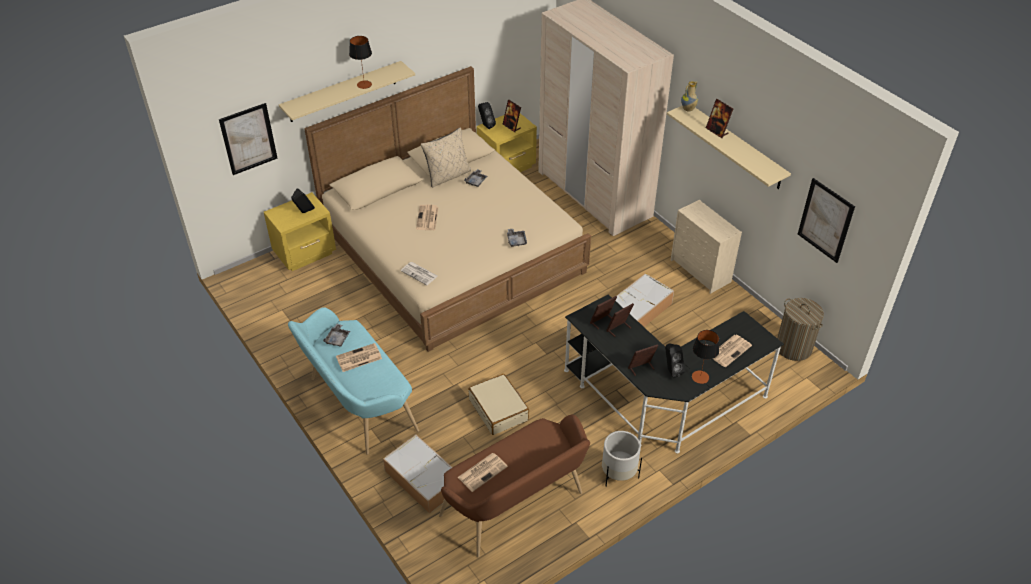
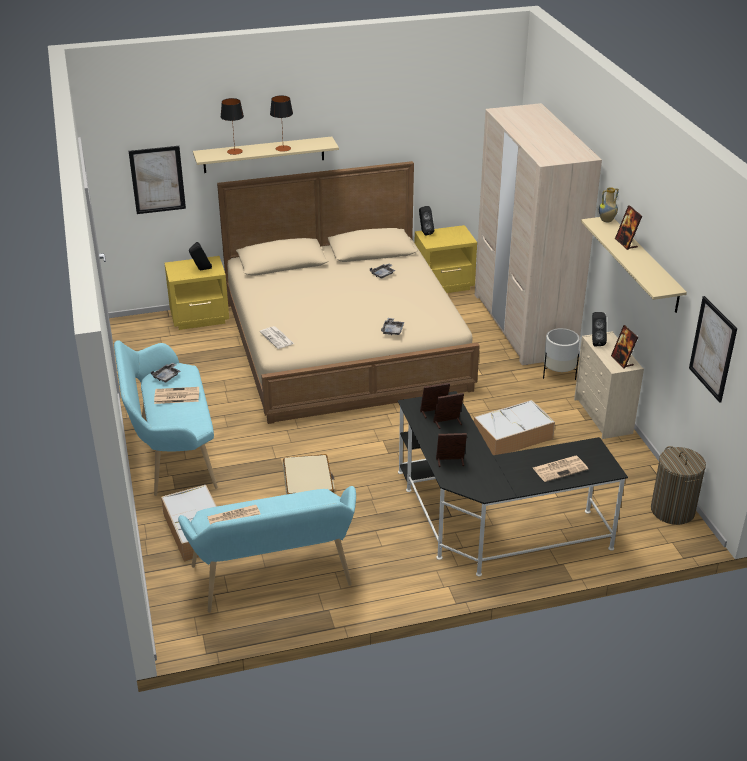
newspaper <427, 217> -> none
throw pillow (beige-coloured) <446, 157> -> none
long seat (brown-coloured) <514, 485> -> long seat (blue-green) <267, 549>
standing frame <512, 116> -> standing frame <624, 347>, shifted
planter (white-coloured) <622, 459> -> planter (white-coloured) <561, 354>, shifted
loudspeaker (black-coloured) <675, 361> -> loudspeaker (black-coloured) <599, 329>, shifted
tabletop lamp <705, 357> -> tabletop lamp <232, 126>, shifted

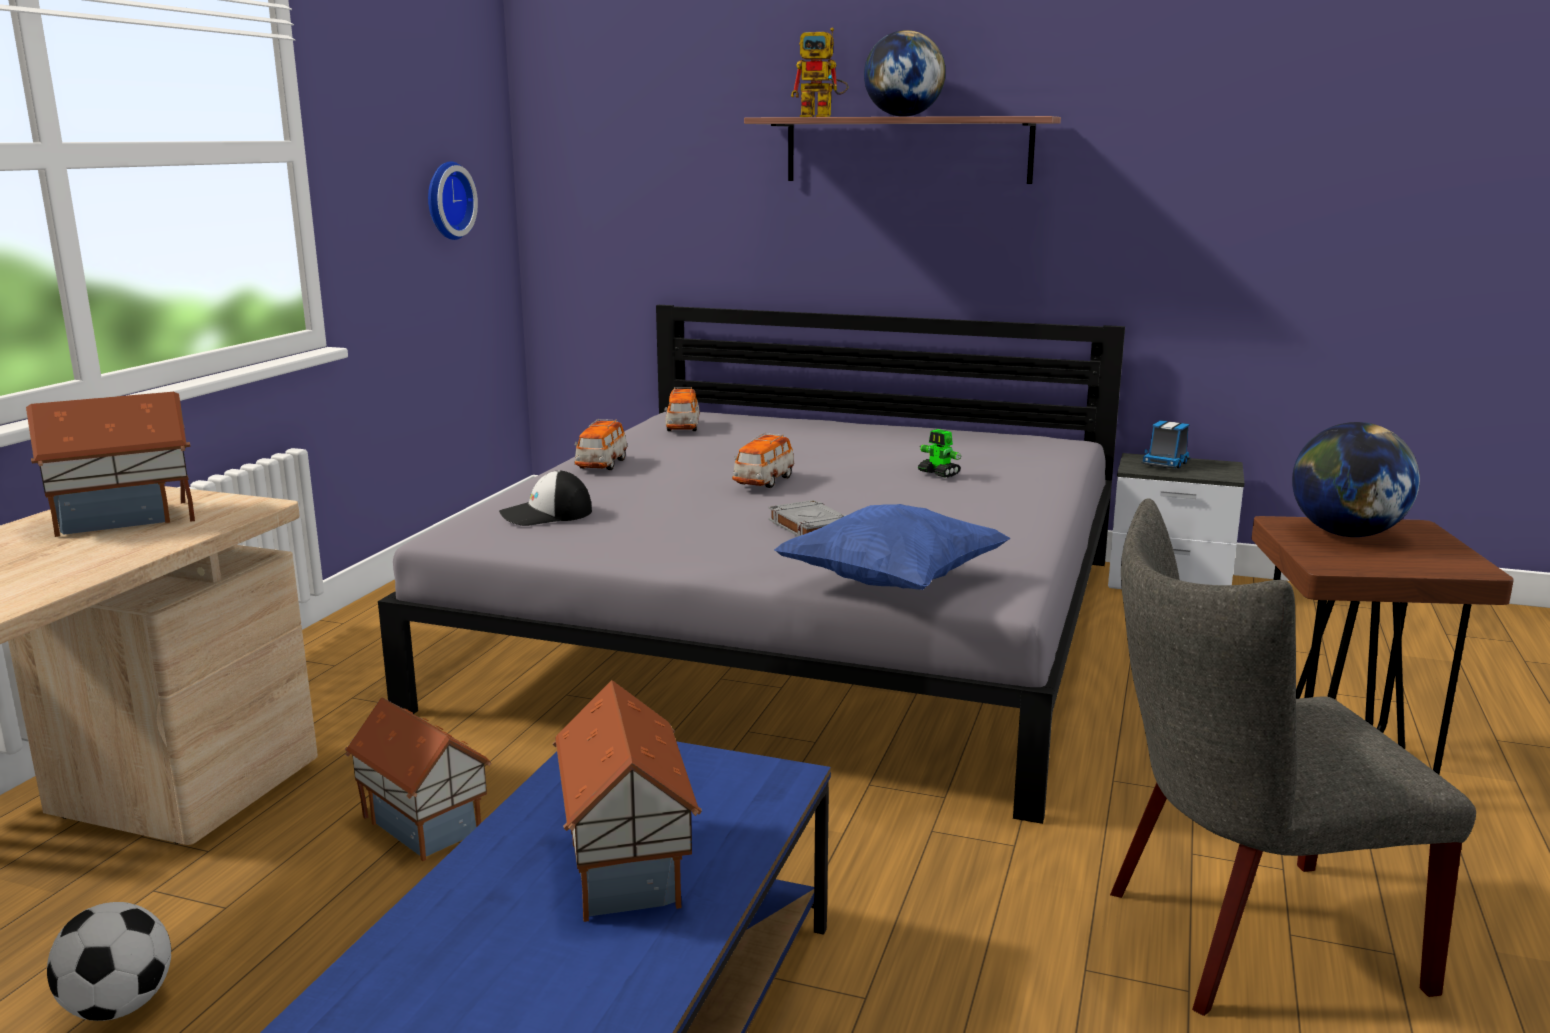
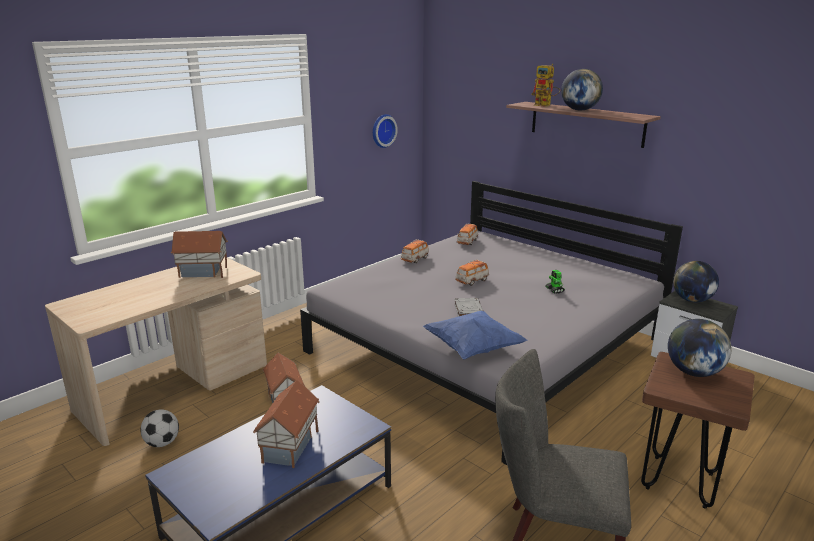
peaked cap <545, 498> -> none
toy truck <1166, 444> -> desk globe <696, 281>

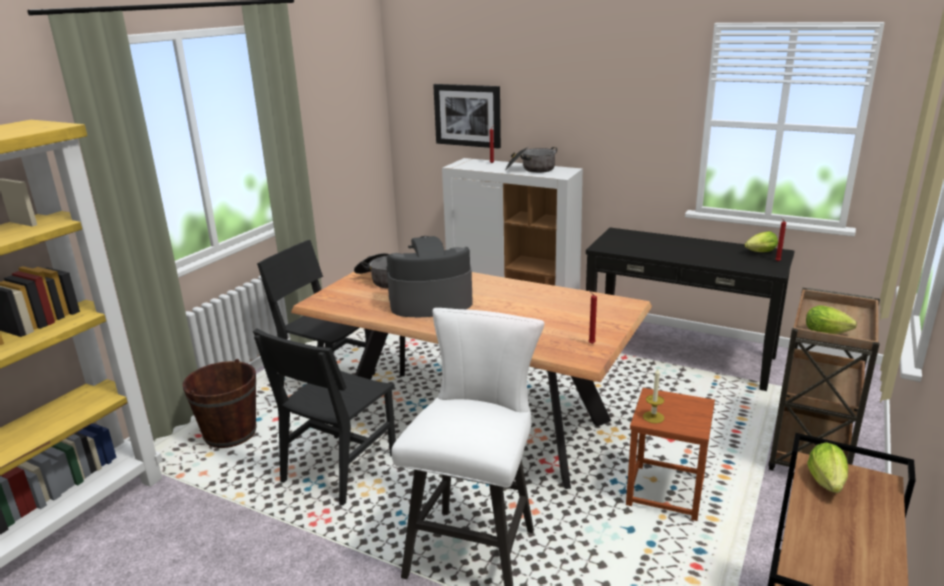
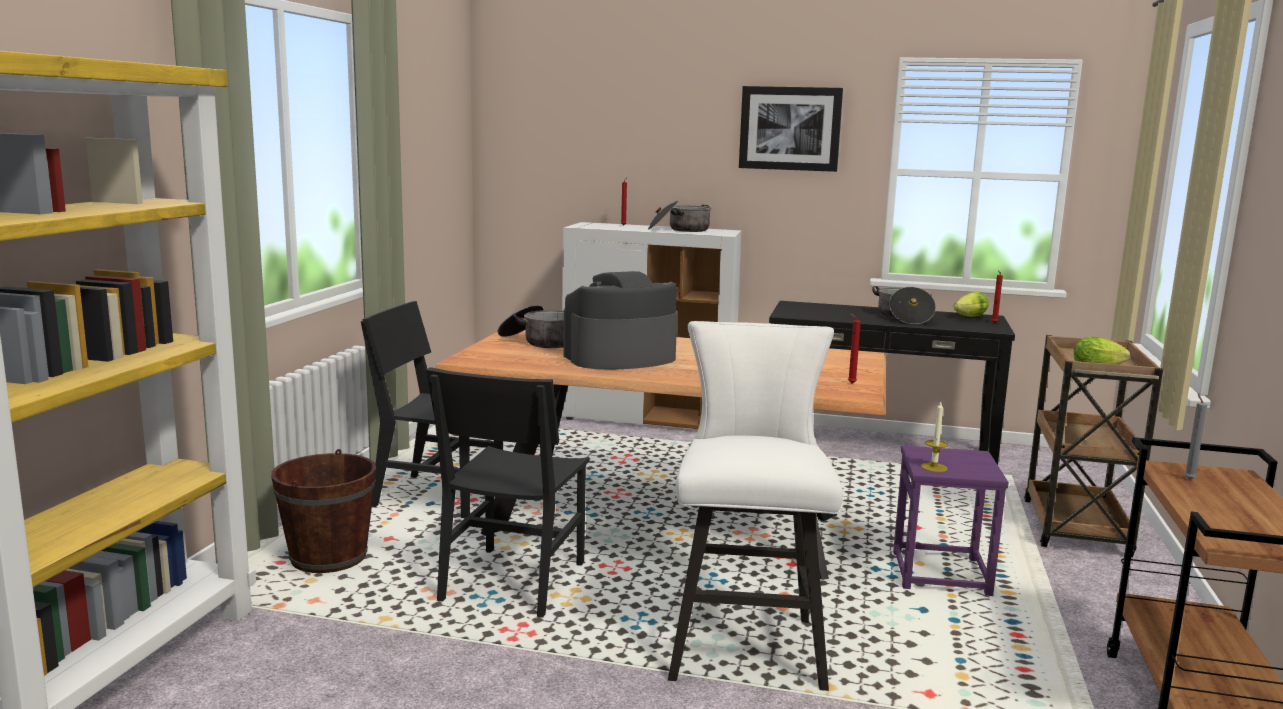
wall picture <467, 116> -> wall picture <791, 129>, shifted
stool seat (brown-coloured) <670, 454> -> stool seat (purple-coloured) <951, 520>
lettuce head <827, 467> -> wax candle (gray) <1195, 436>
none -> cooking pot <904, 305>

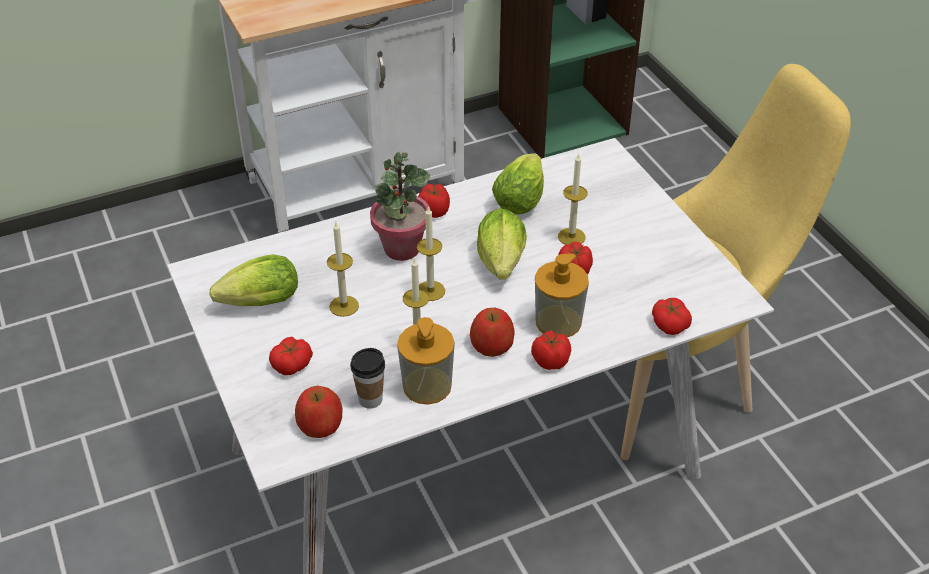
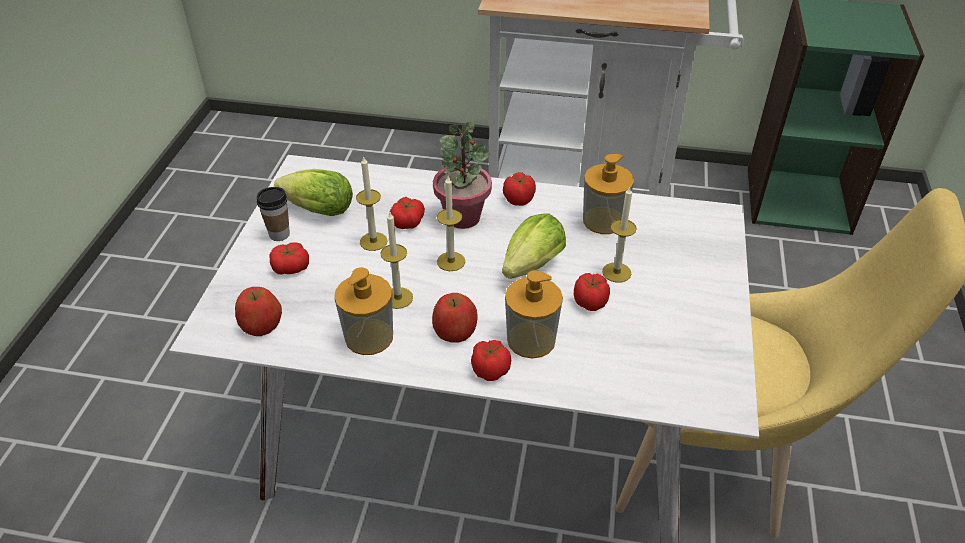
drinking cup <367, 378> -> drinking cup <273, 214>, shifted
lettuce head <518, 183> -> soap dispenser <608, 194>
whole tomato <672, 316> -> whole tomato <407, 213>, shifted

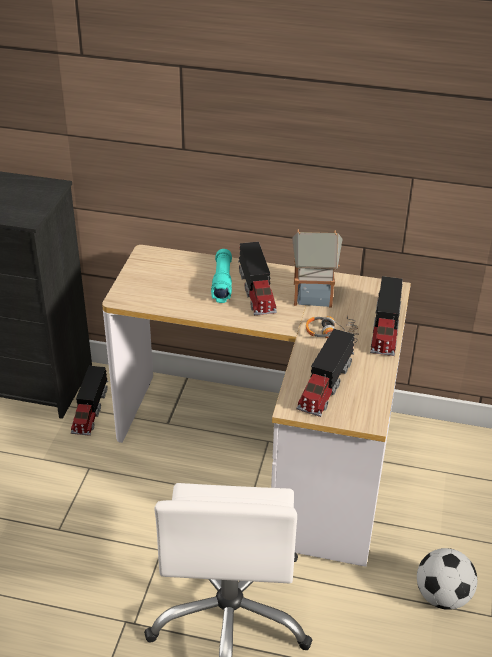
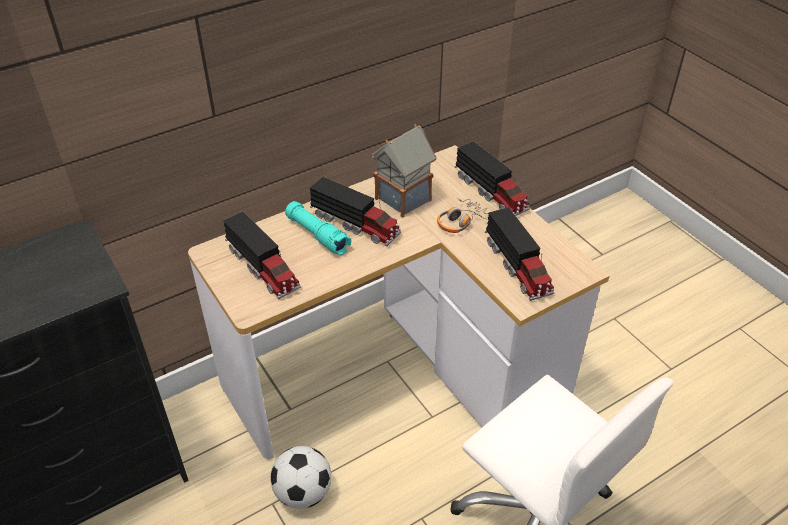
toy truck <89, 401> -> toy truck <262, 255>, shifted
ball for football <447, 579> -> ball for football <301, 477>, shifted

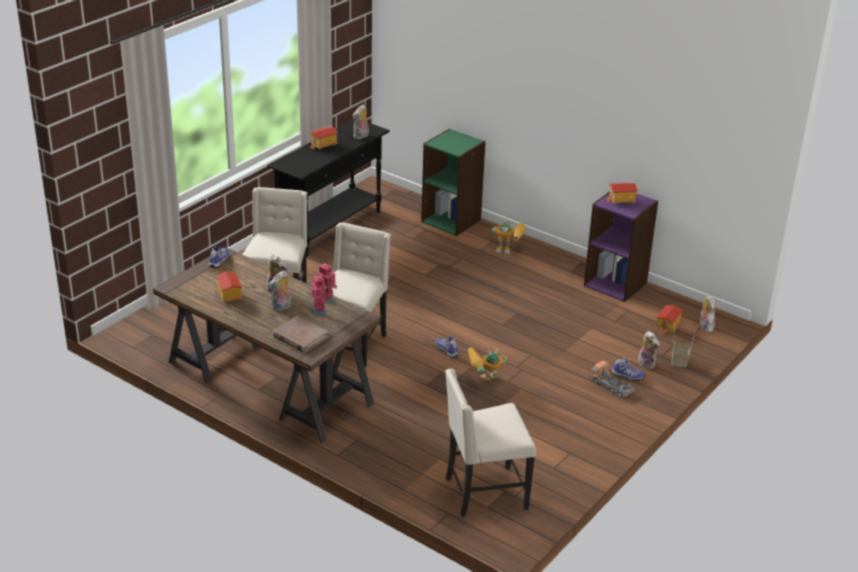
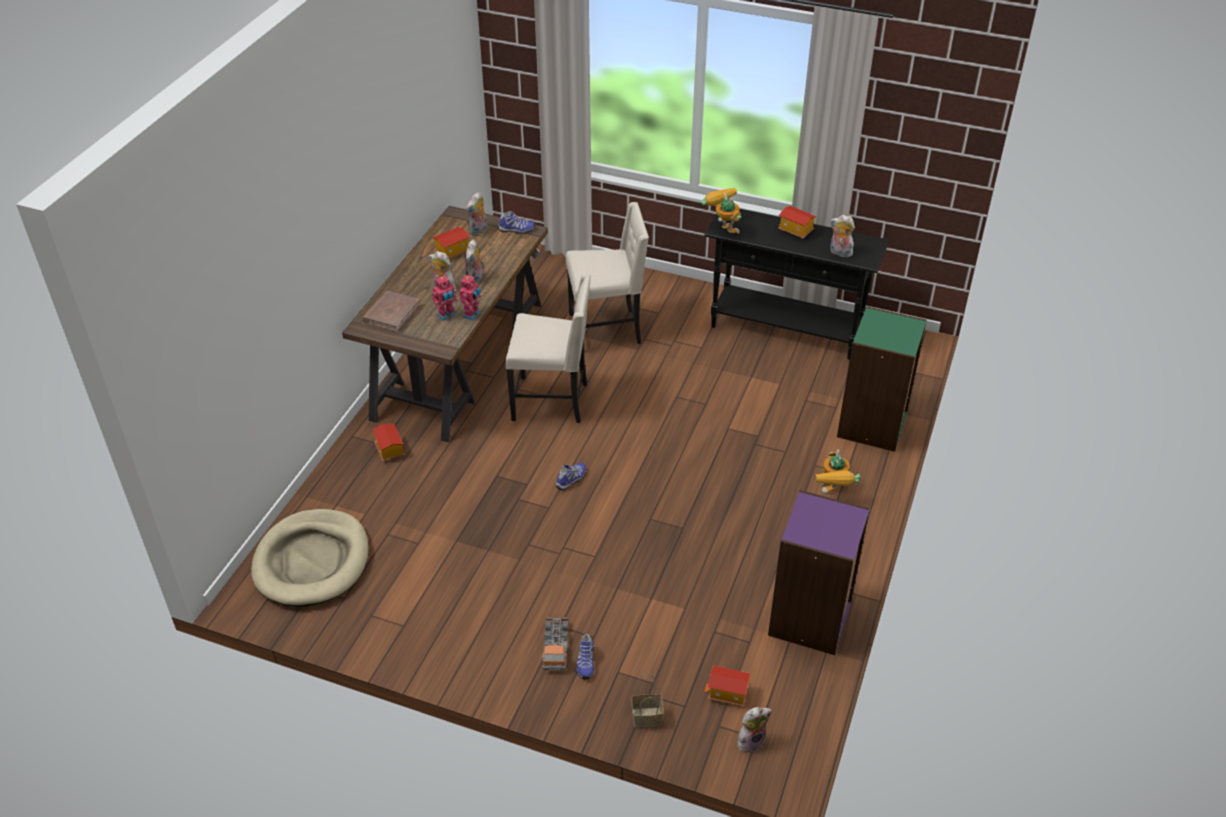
chair (beige-coloured) <490, 443> -> pet bed (beige-coloured) <310, 558>
toy robot <487, 363> -> toy robot <721, 211>, shifted
toy truck <612, 379> -> toy truck <554, 643>, 150 degrees clockwise
miniature house <622, 194> -> miniature house <389, 443>, shifted
plush toy <648, 350> -> plush toy <477, 213>, shifted

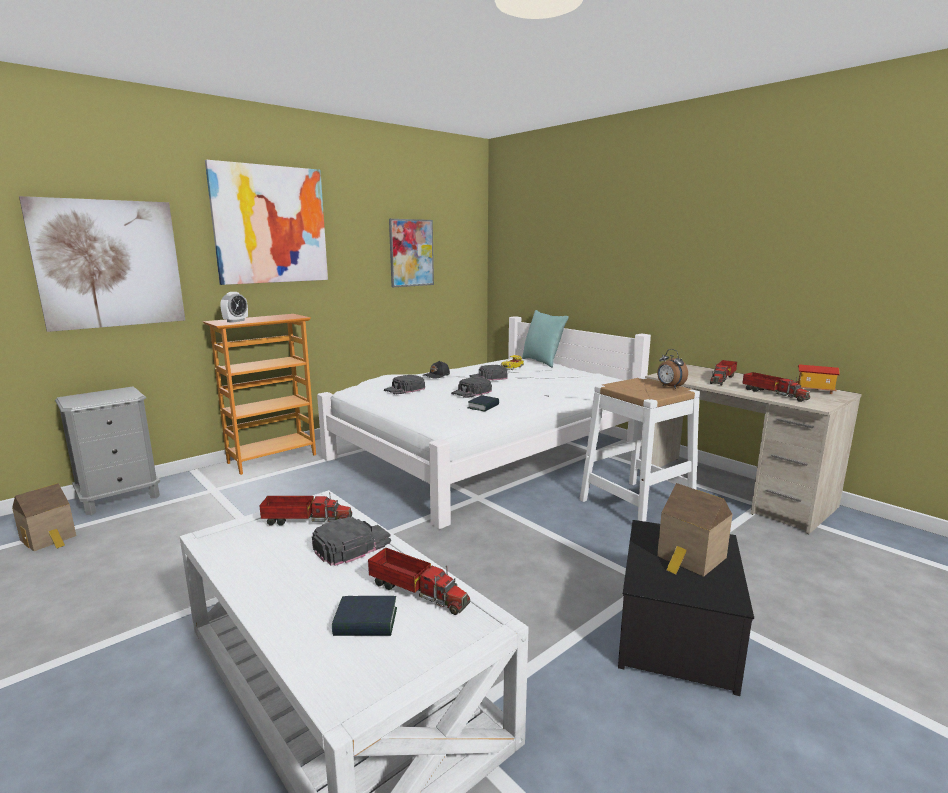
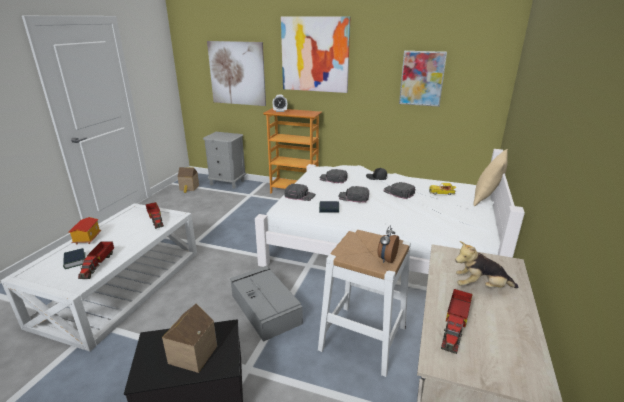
peaked cap (black-coloured) <351, 541> -> peaked cap (black-coloured) <300, 192>, shifted
throw pillow (blue-green) <545, 339> -> throw pillow (beige-coloured) <490, 177>
toy truck <723, 372> -> plush toy <487, 264>
miniature house <817, 379> -> miniature house <85, 231>, shifted
none -> storage container (gray) <266, 304>

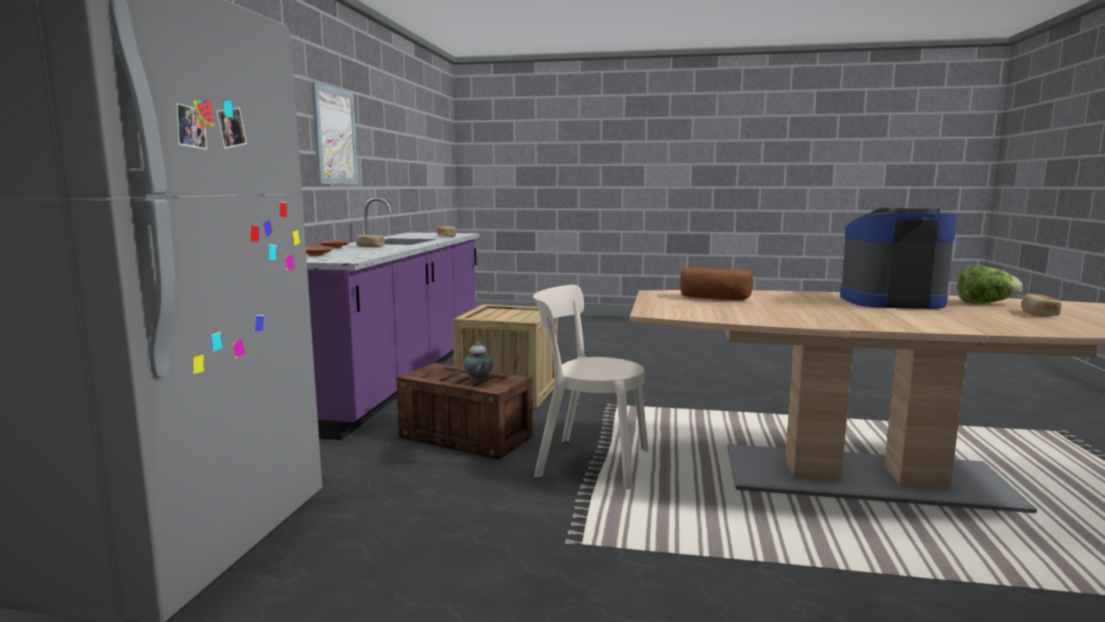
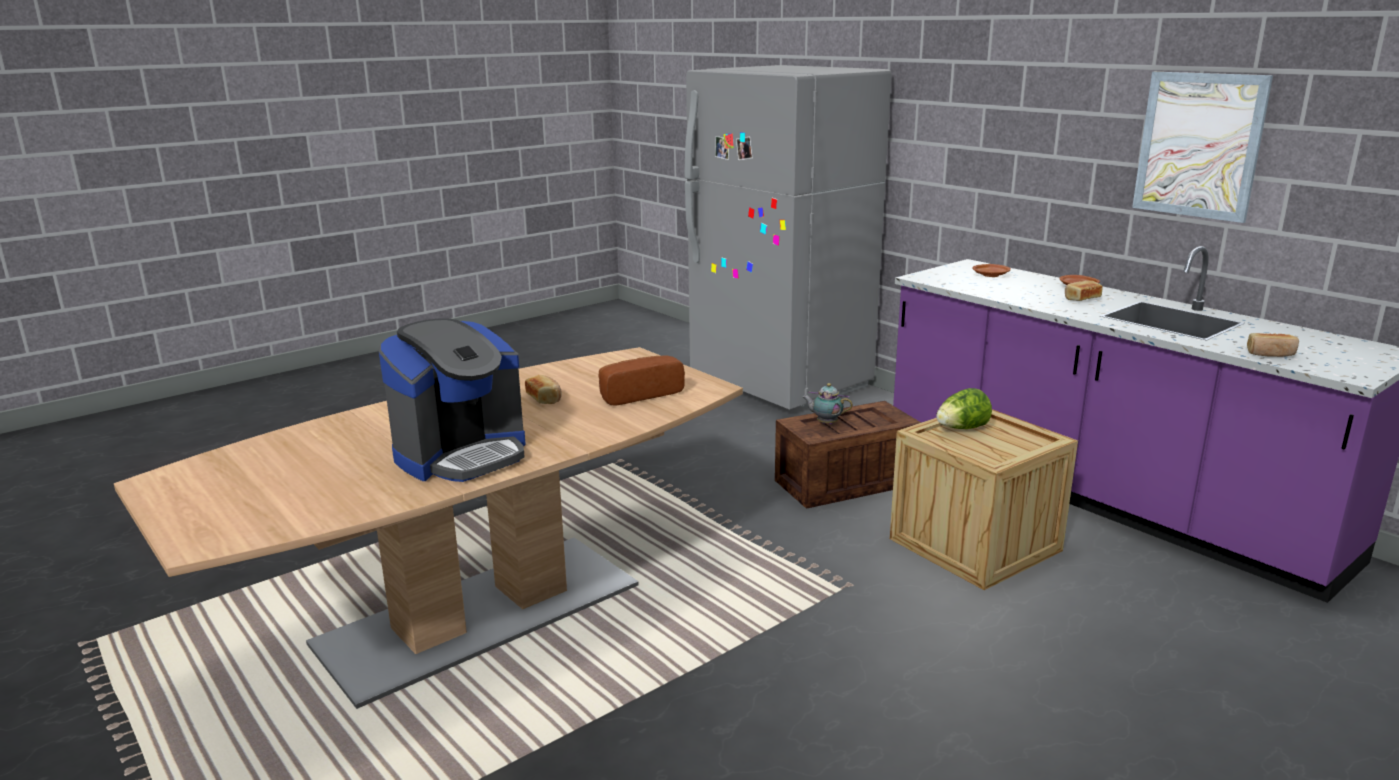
chair (beige-coloured) <591, 387> -> none
lettuce head <990, 285> -> lettuce head <964, 408>, shifted
baked bread <1041, 305> -> baked bread <543, 389>, shifted

